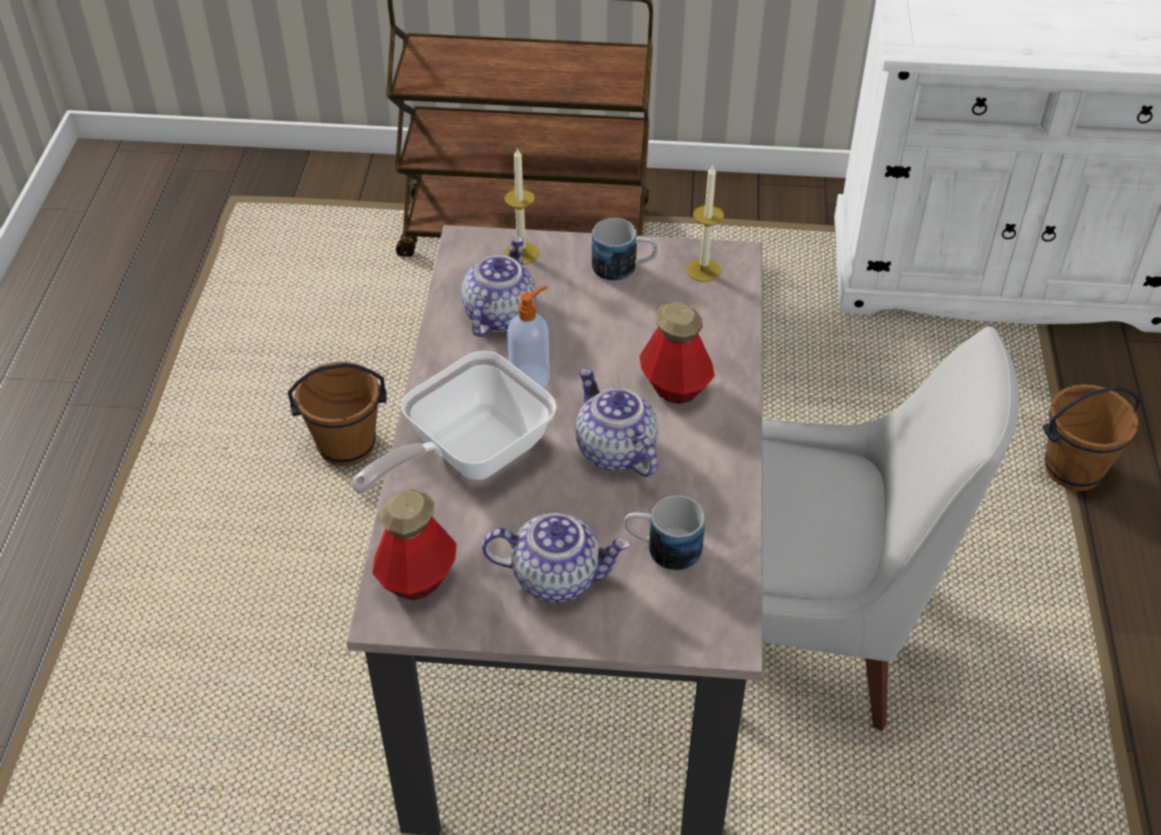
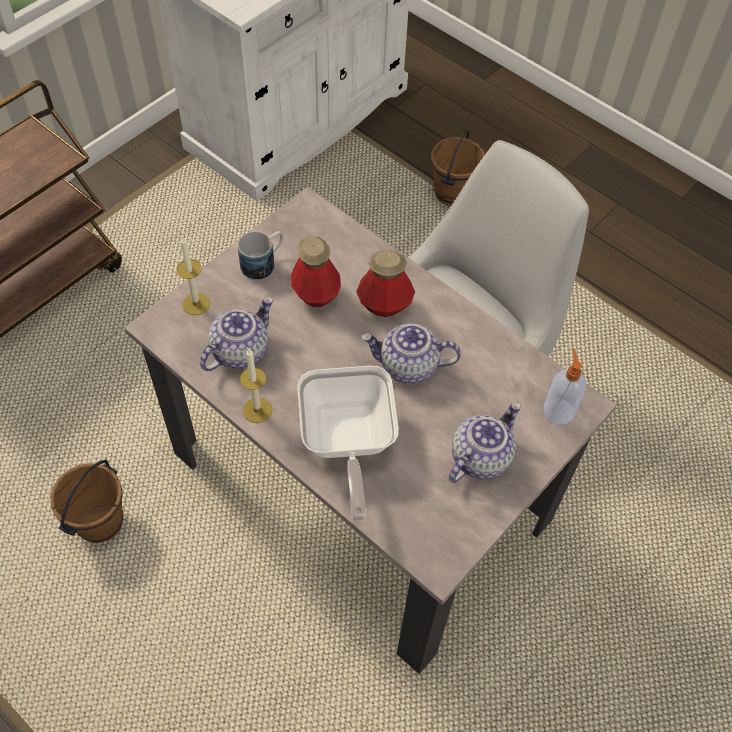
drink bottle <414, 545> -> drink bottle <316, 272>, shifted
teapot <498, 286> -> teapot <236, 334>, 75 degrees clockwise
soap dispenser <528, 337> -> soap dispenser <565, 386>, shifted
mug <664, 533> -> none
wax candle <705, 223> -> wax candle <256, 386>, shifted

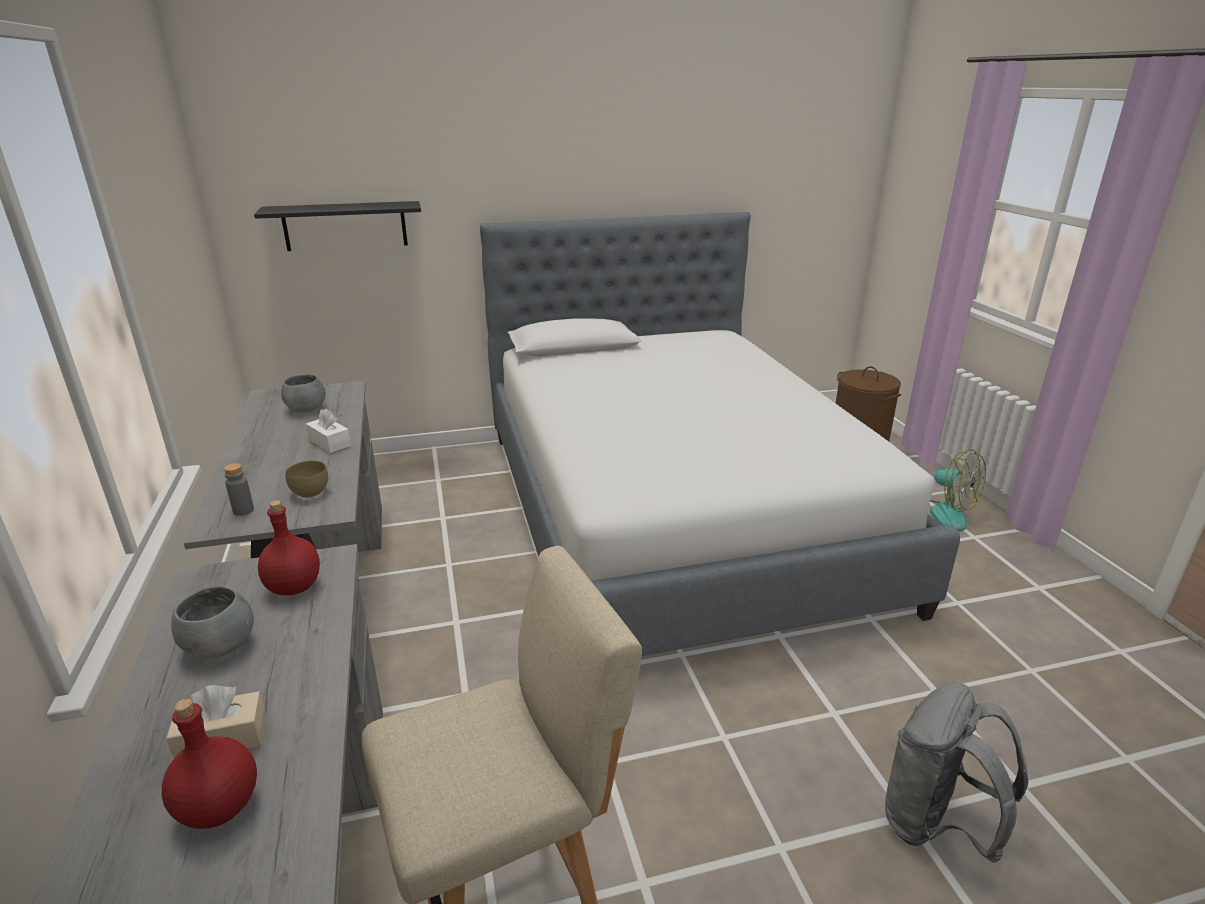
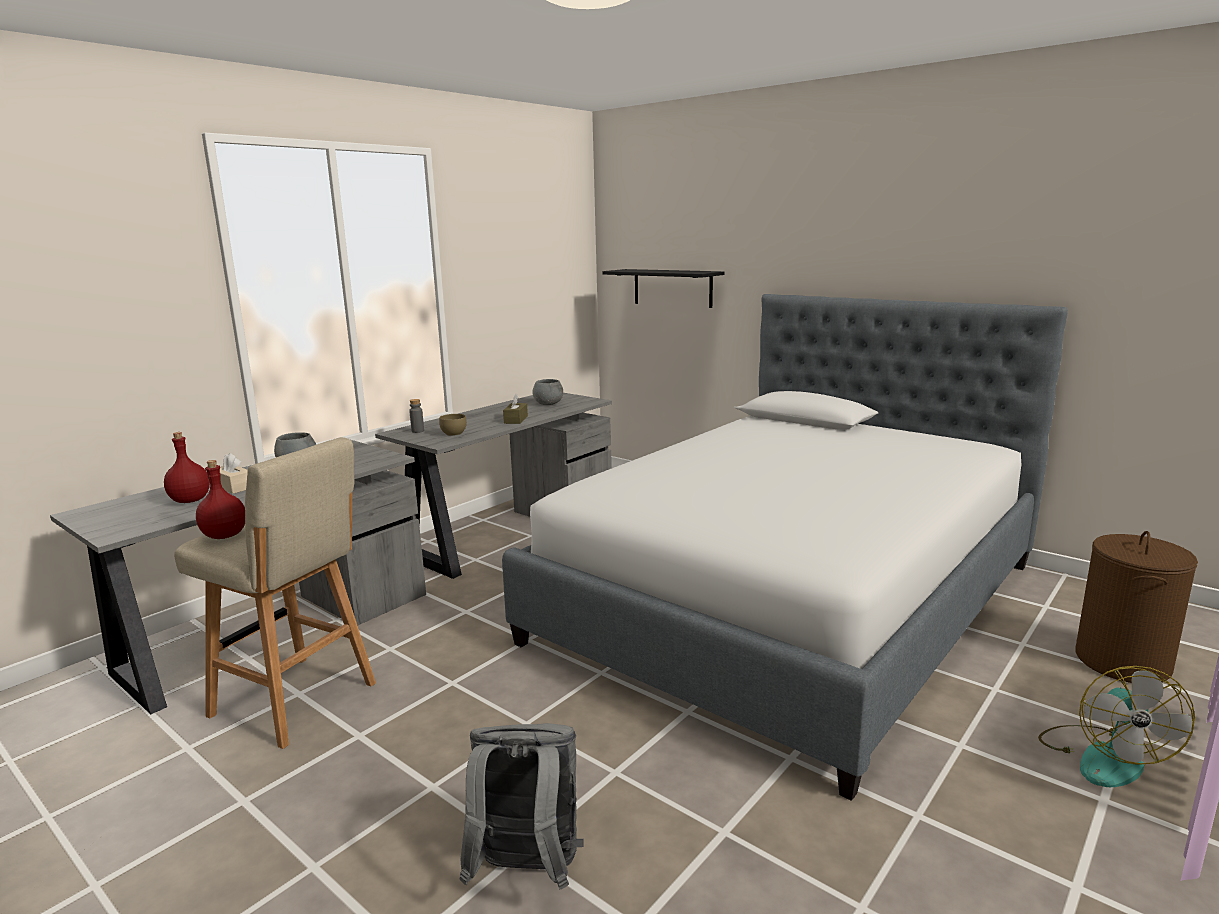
drink bottle (reddish) <289, 547> -> drink bottle (reddish) <220, 499>, shifted
box of tissues (white-coloured) <328, 431> -> box of tissues (brown-coloured) <515, 409>

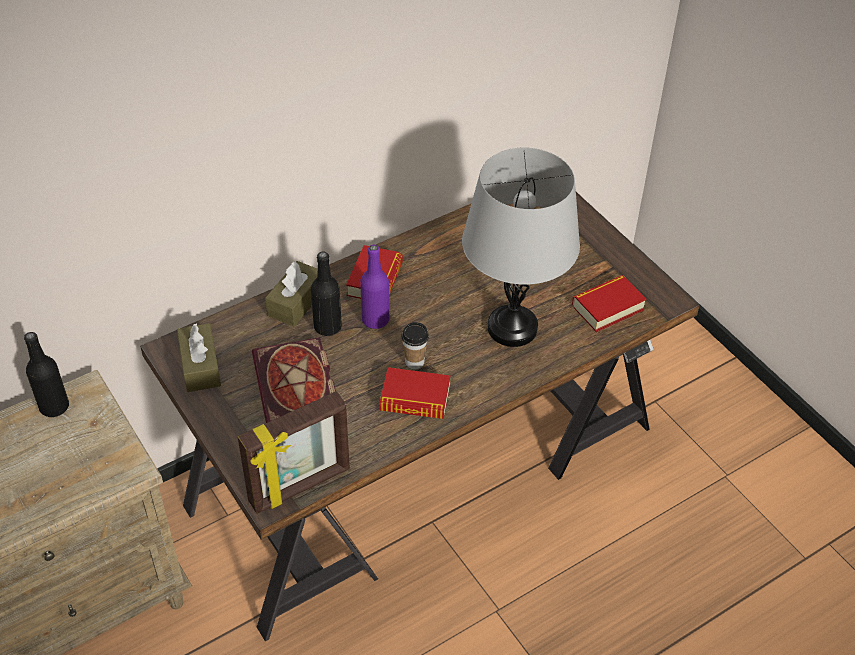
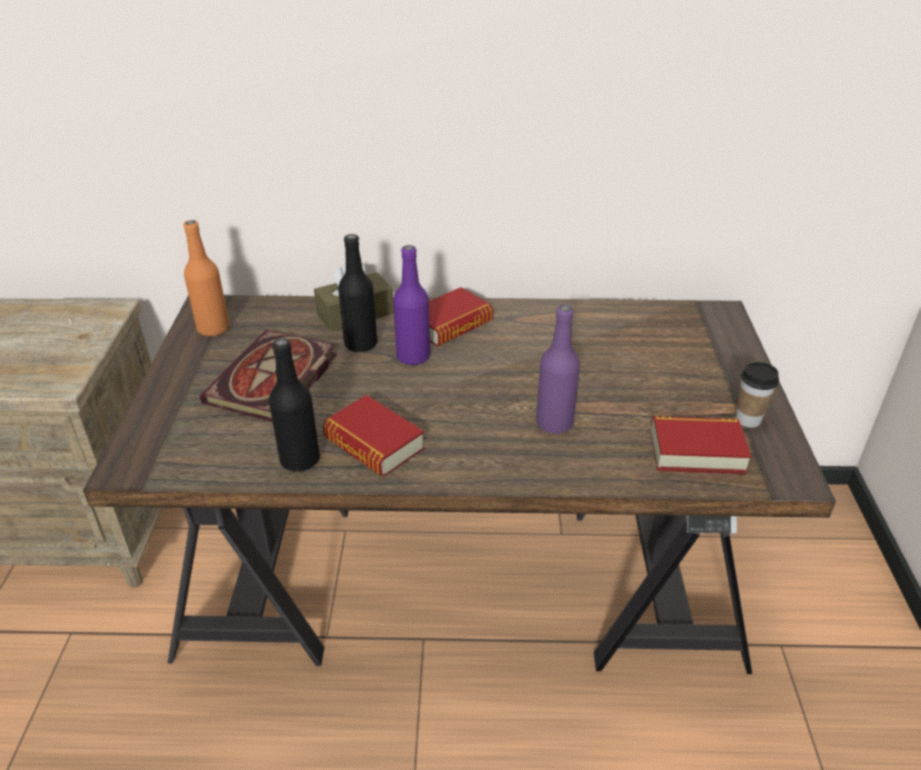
drink bottle (black-coloured) <46, 374> -> drink bottle (black-coloured) <294, 405>, shifted
box of tissues (brown-coloured) <199, 357> -> drink bottle (orangey) <206, 278>
standing frame <294, 452> -> none
drinking cup <415, 345> -> drinking cup <757, 395>, shifted
tabletop lamp (gray) <521, 247> -> drink bottle (purple-coloured) <558, 369>

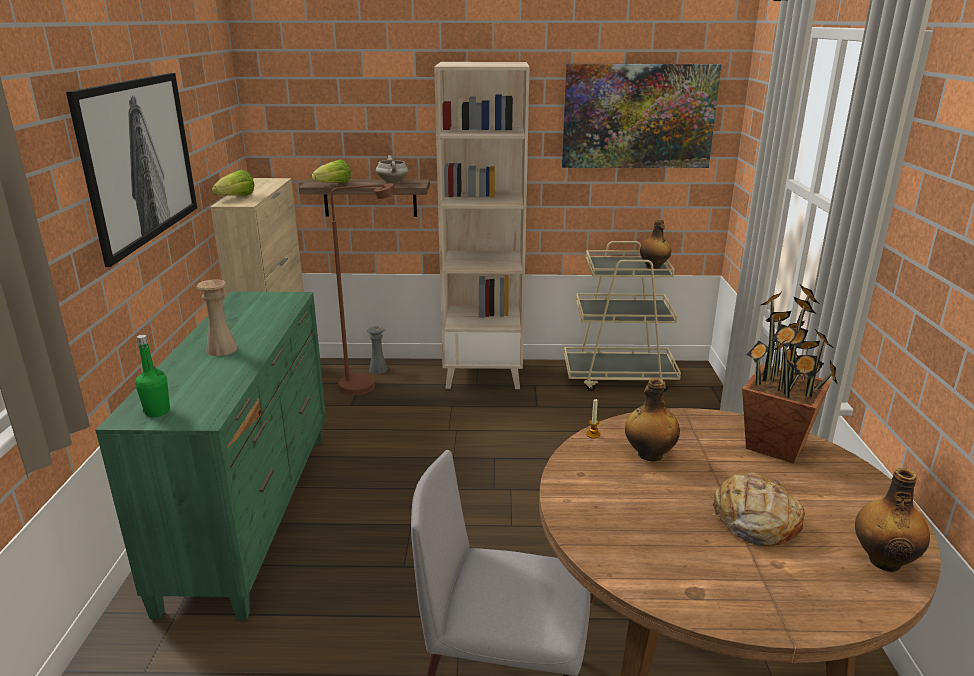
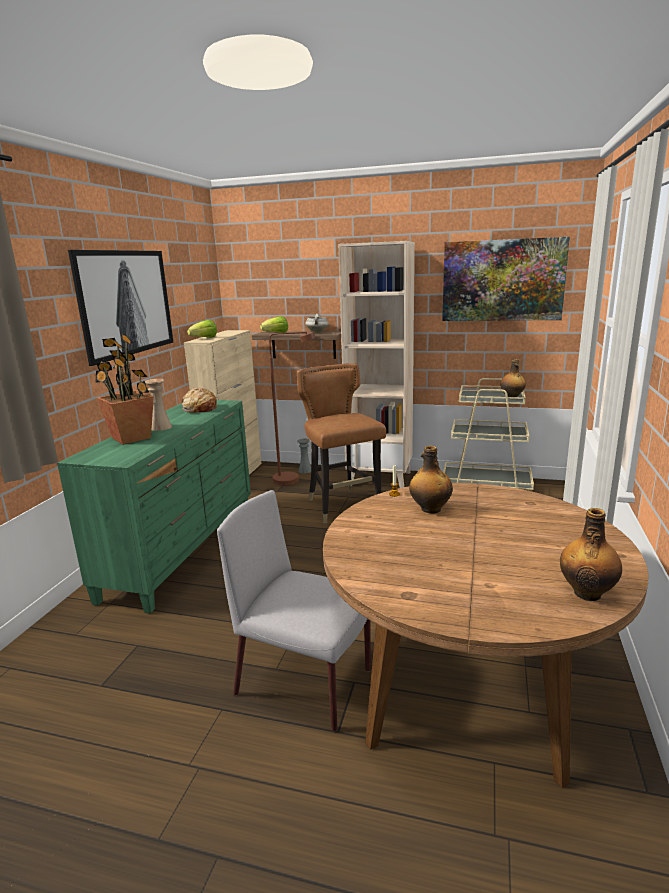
drink bottle (greenish) <152, 375> -> none
baked bread <758, 509> -> baked bread <199, 400>, shifted
houseplant <789, 374> -> houseplant <124, 389>, shifted
none -> chair (brown-coloured) <341, 443>

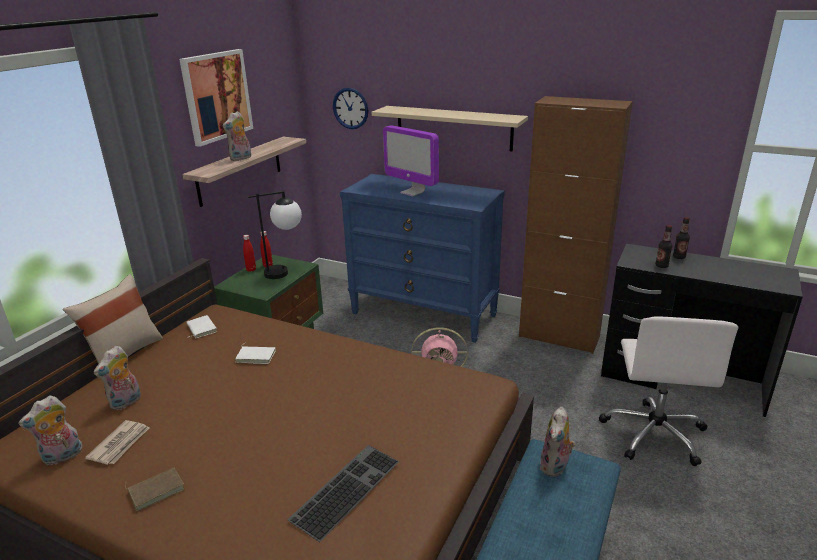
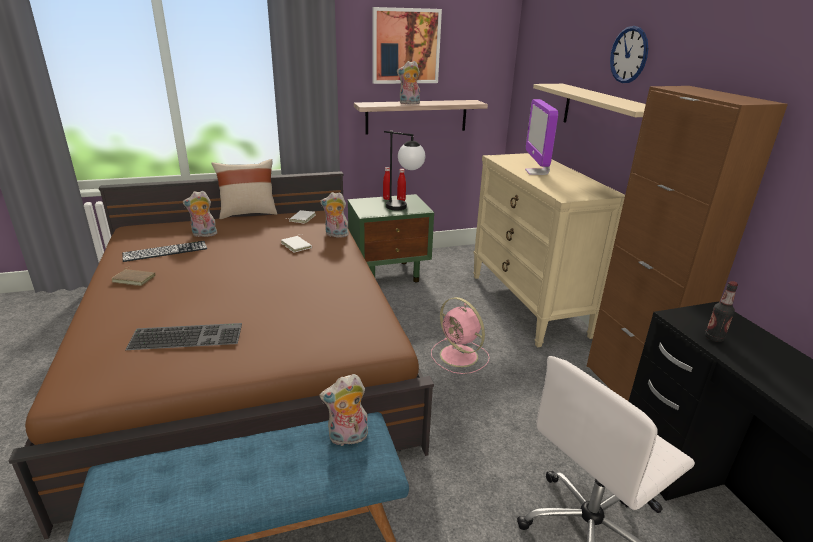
plush toy <50, 430> -> plush toy <334, 215>, shifted
newspaper <117, 442> -> computer keyboard <164, 251>
clock on the wall <350, 108> -> clock on the wall <629, 54>, shifted
dresser (blue) <422, 258> -> dresser (beige-coloured) <549, 250>
drink bottle <681, 238> -> none

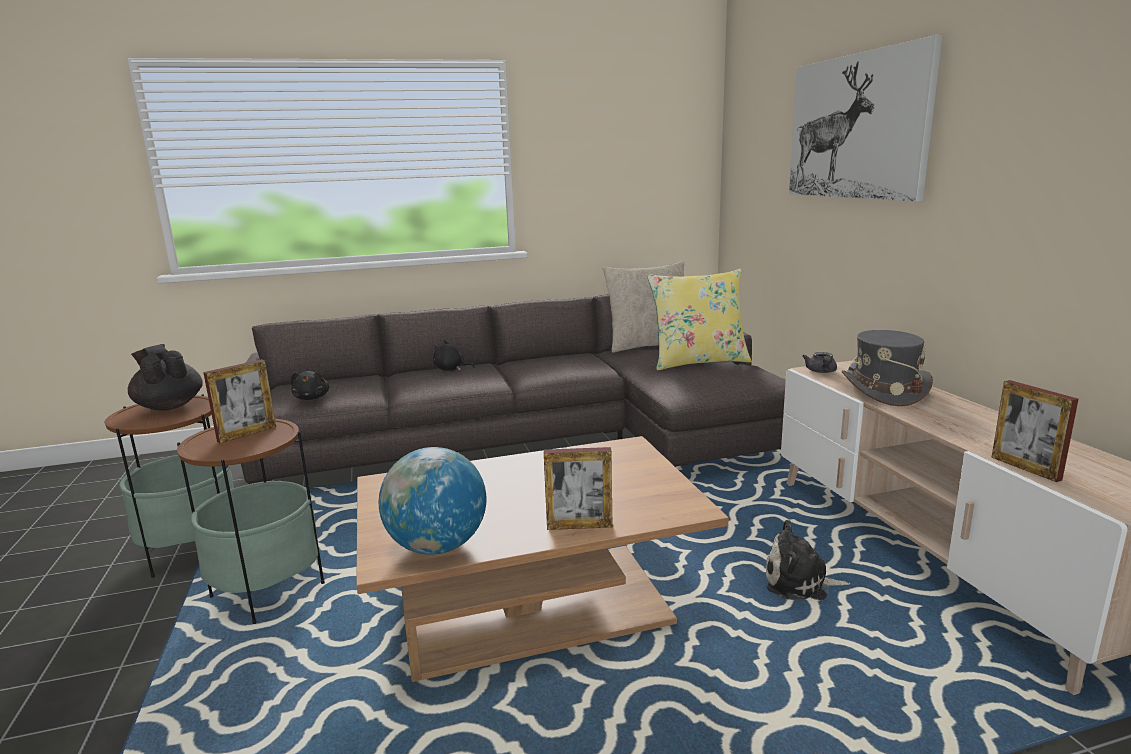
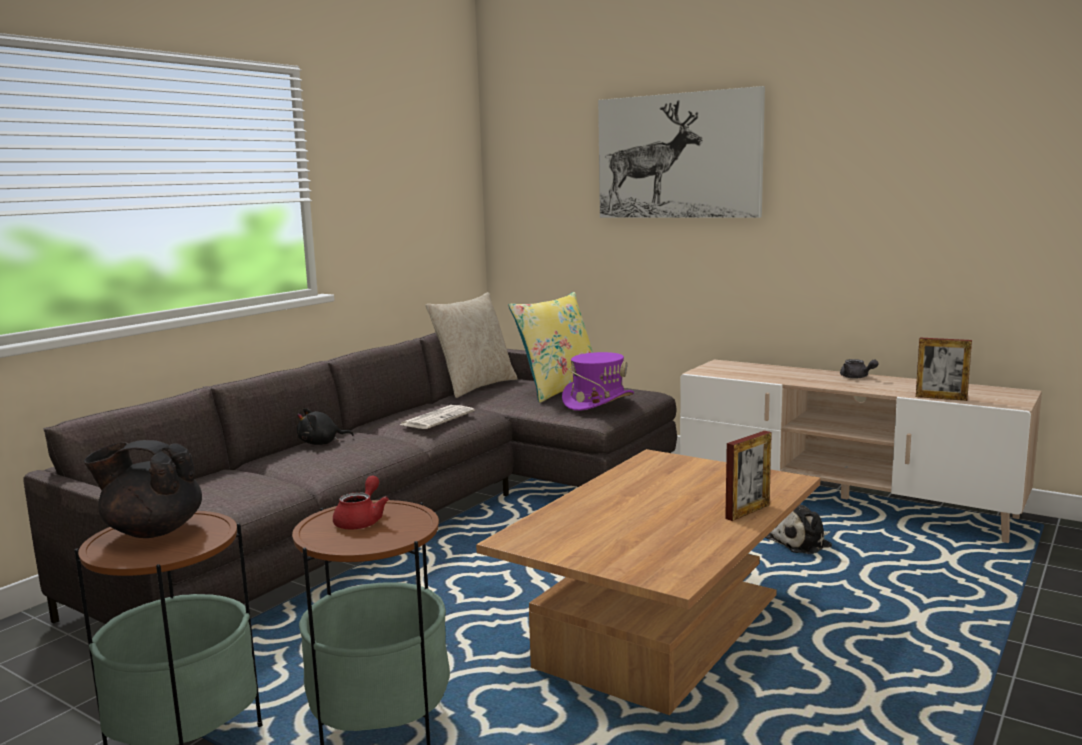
standing frame <239, 401> -> teapot (reddish) <361, 502>
plush toy (black-coloured) <310, 385> -> none
desk globe <432, 501> -> none
teapot (gray) <819, 362> -> teapot (gray) <859, 369>, shifted
hat (gray) <887, 368> -> none
none -> newspaper <437, 417>
none -> hat (purple-coloured) <598, 381>

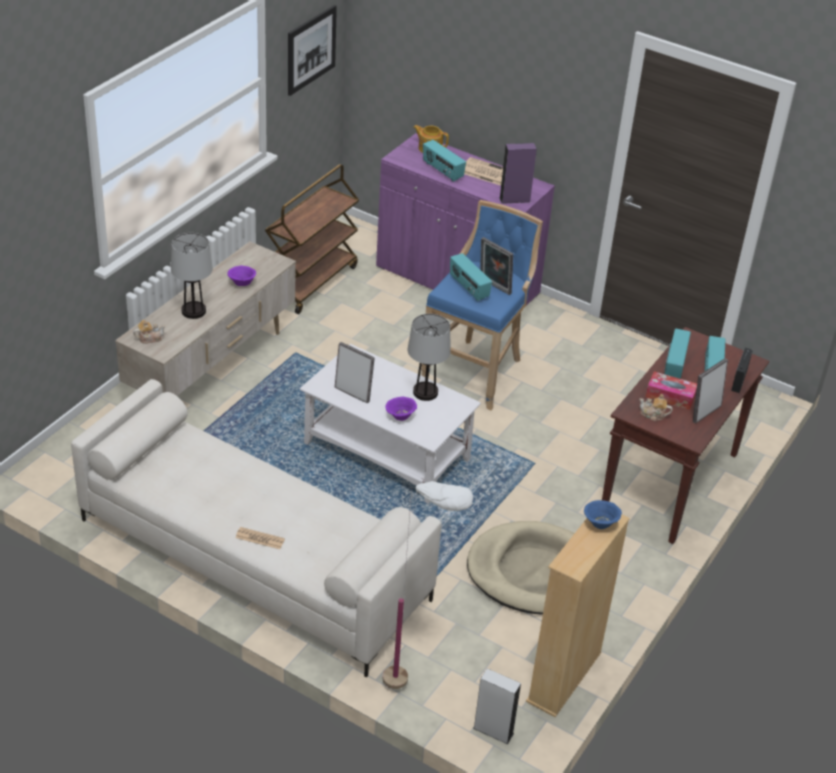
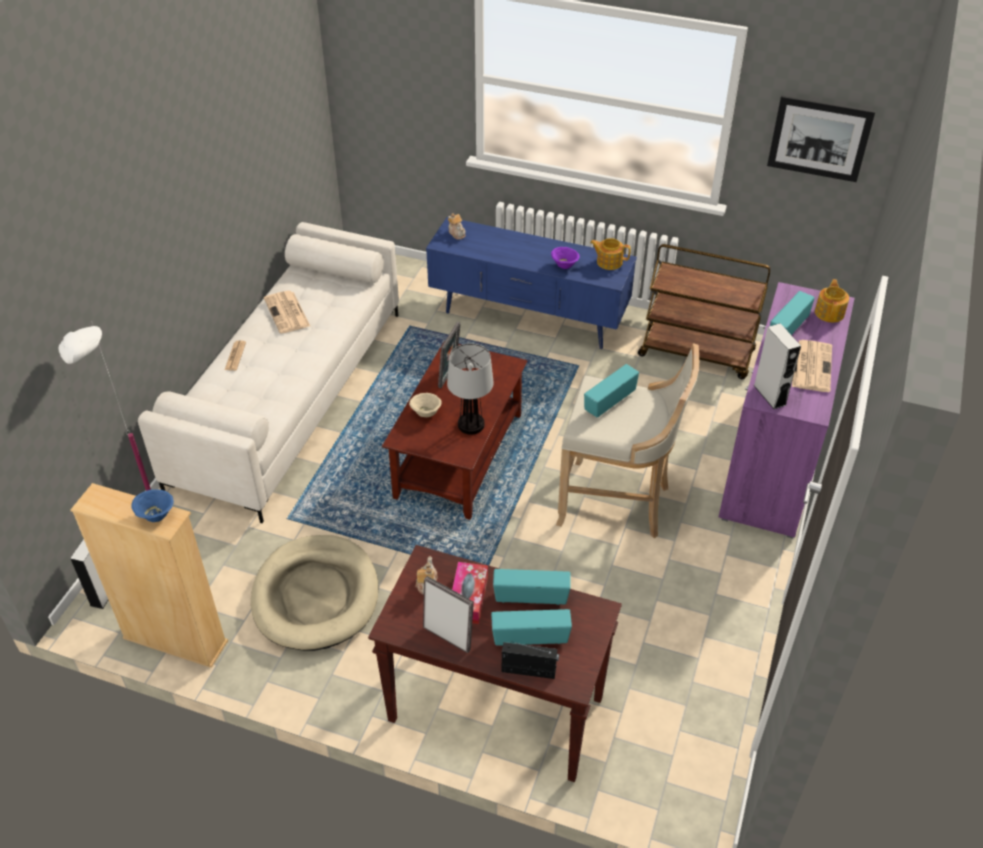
tv stand (beige-coloured) <205, 318> -> tv stand (blue) <531, 283>
tabletop lamp <192, 276> -> none
lounge table (white-coloured) <390, 424> -> lounge table (brown-coloured) <455, 430>
deep dish (purple-coloured) <401, 409> -> deep dish (beige-coloured) <425, 405>
stool seat (blue) <482, 305> -> stool seat (beige-coloured) <627, 440>
standing frame <496, 266> -> none
loudspeaker (purple-coloured) <518, 173> -> loudspeaker (gray) <777, 366>
none -> newspaper <287, 312>
none -> teapot <610, 254>

